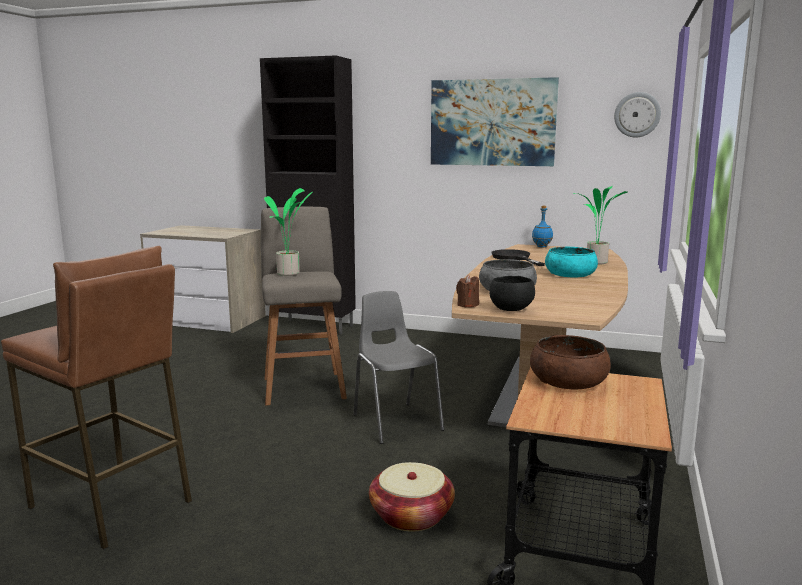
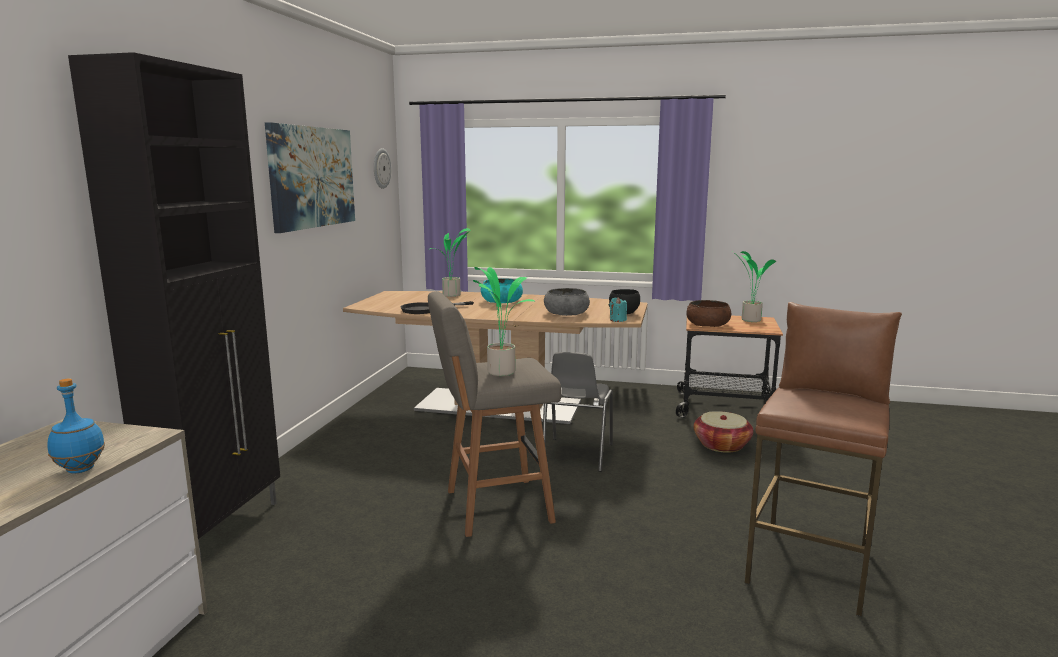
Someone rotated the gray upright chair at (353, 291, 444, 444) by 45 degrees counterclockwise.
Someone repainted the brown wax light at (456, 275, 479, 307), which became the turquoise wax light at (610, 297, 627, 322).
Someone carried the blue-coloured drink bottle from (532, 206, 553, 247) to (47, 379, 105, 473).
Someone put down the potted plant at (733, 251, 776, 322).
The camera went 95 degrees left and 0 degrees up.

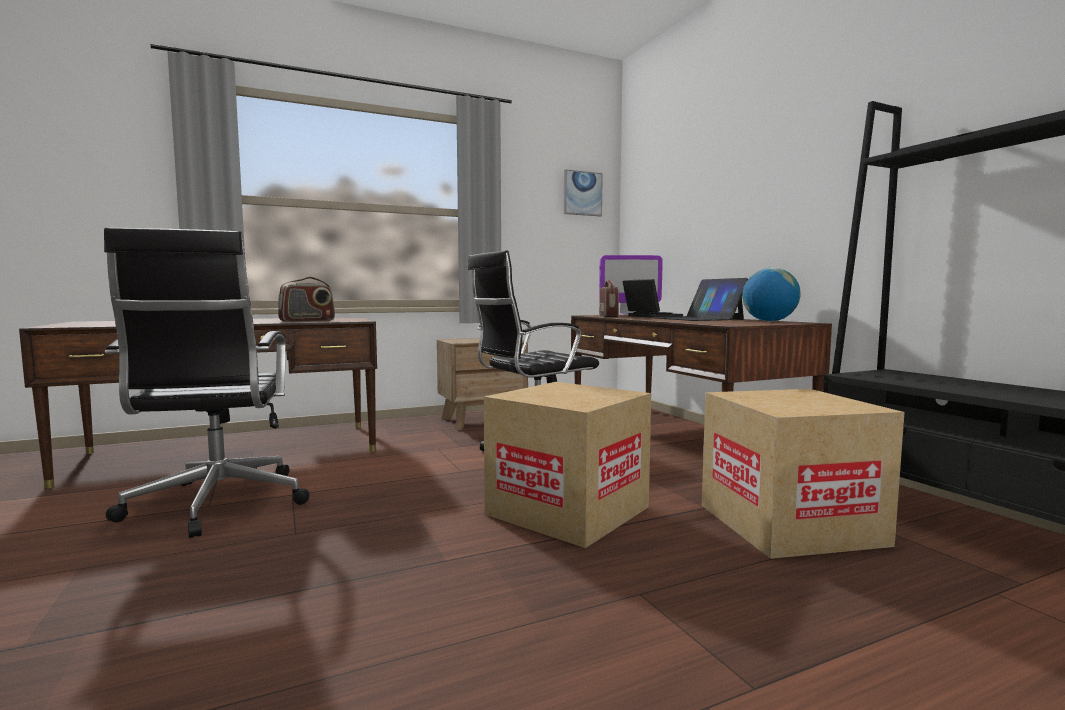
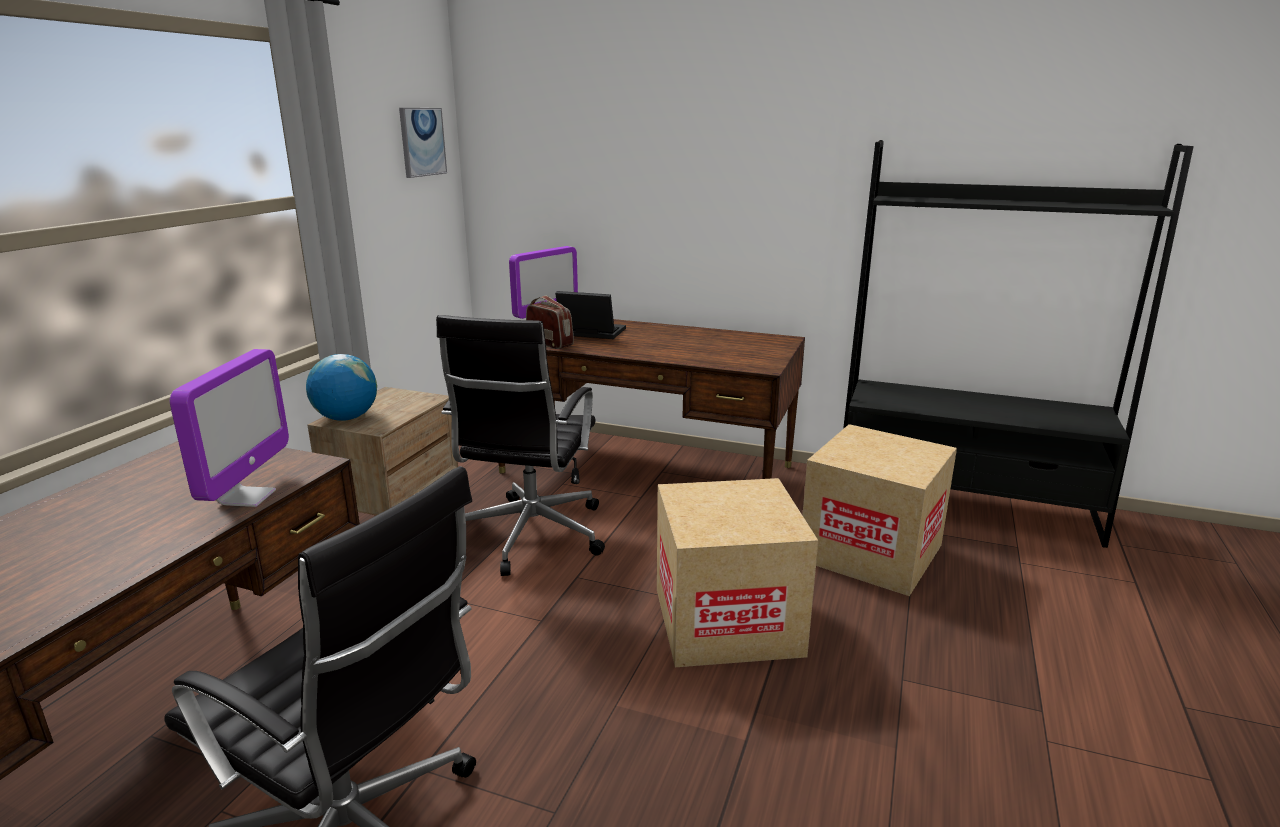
Someone swapped the radio at (278, 277, 335, 322) for the monitor at (170, 349, 289, 507).
Someone took away the notebook computer at (652, 278, 748, 321).
Someone carried the world globe from (742, 268, 801, 321) to (306, 354, 377, 421).
The camera went 45 degrees left and 15 degrees up.

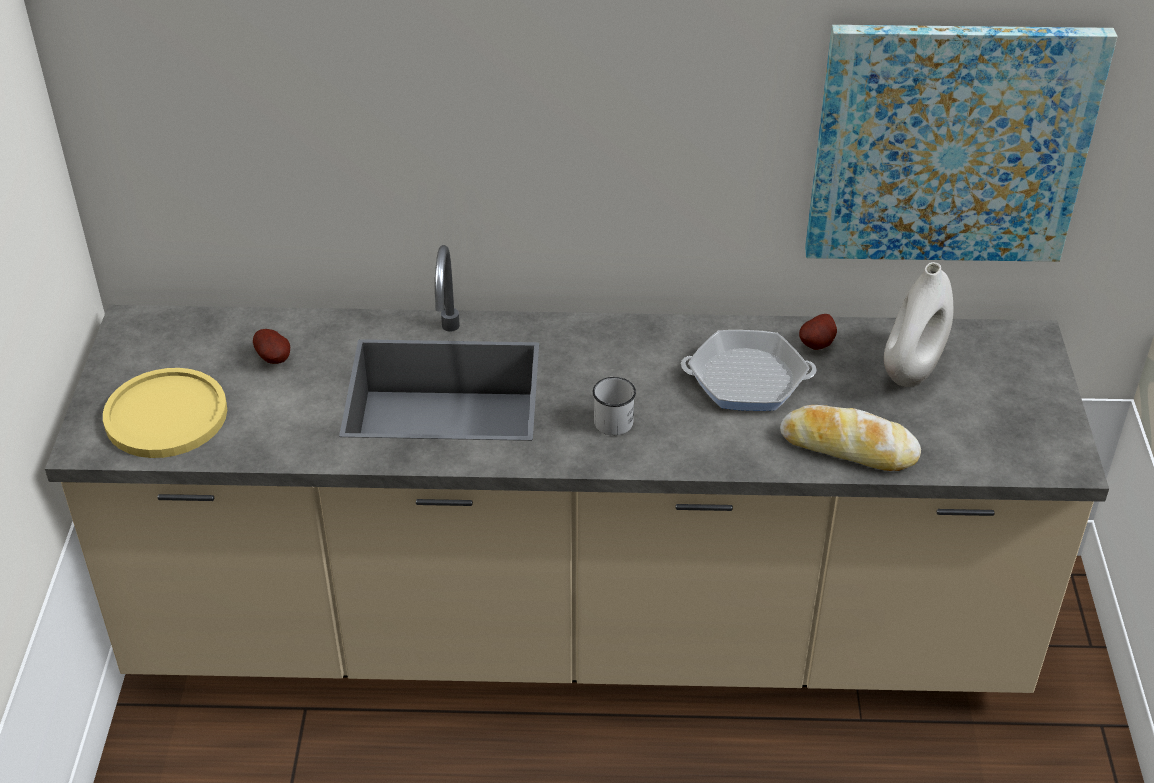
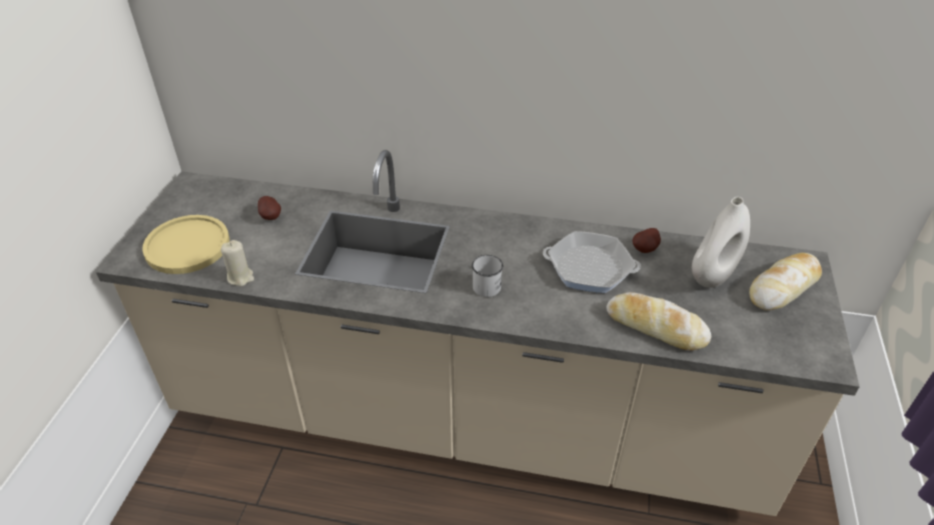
Someone took away the wall picture at (805, 25, 1118, 262).
Someone put down the beige-coloured wax light at (221, 240, 254, 286).
Someone put down the bakery bread at (749, 253, 822, 311).
The camera went 10 degrees right and 0 degrees up.

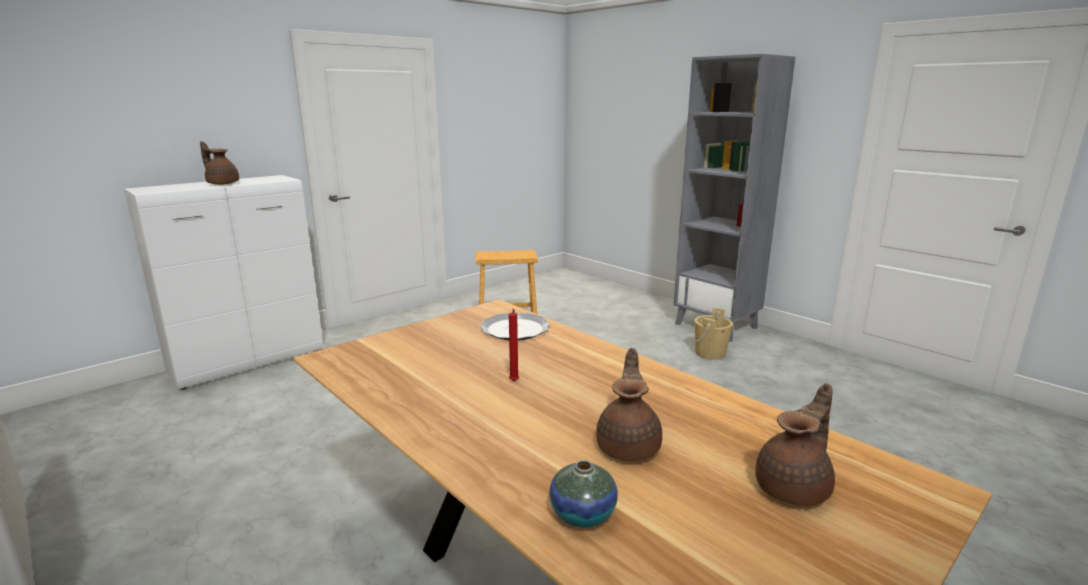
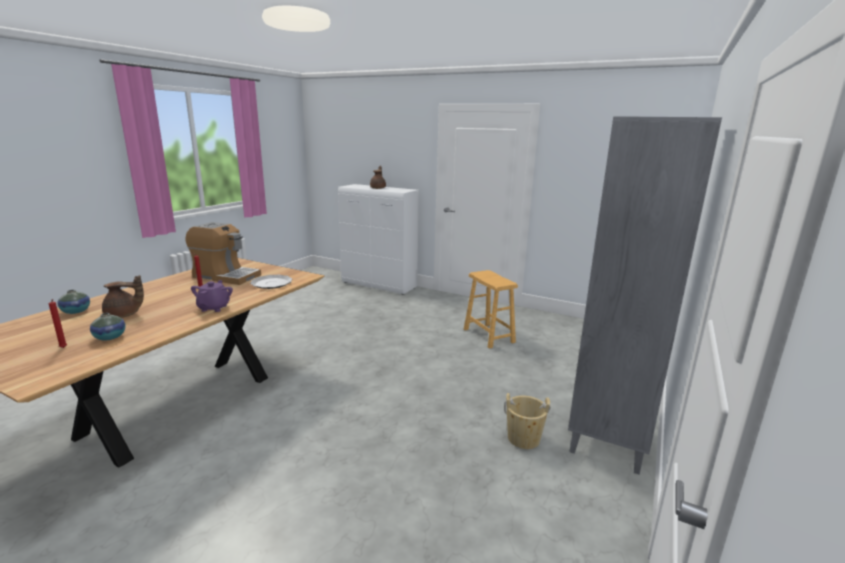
Someone swapped the brown teapot at (755, 383, 835, 506) for the red wax light at (49, 299, 67, 348).
Someone put down the vase at (90, 313, 125, 341).
Someone put down the coffee maker at (186, 222, 261, 285).
Someone put down the purple teapot at (191, 280, 233, 312).
The camera went 70 degrees right and 0 degrees up.

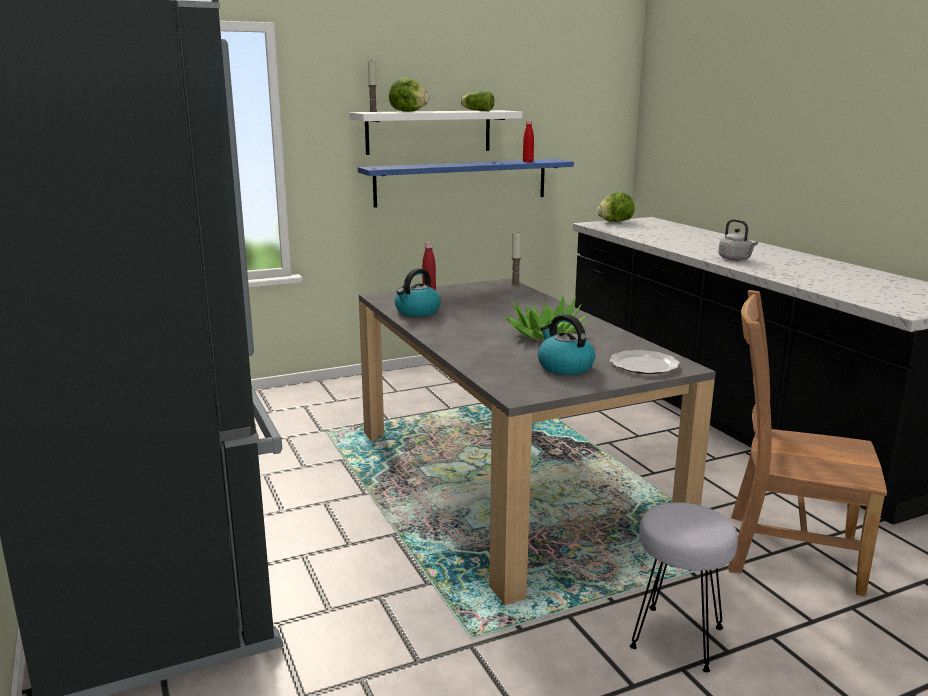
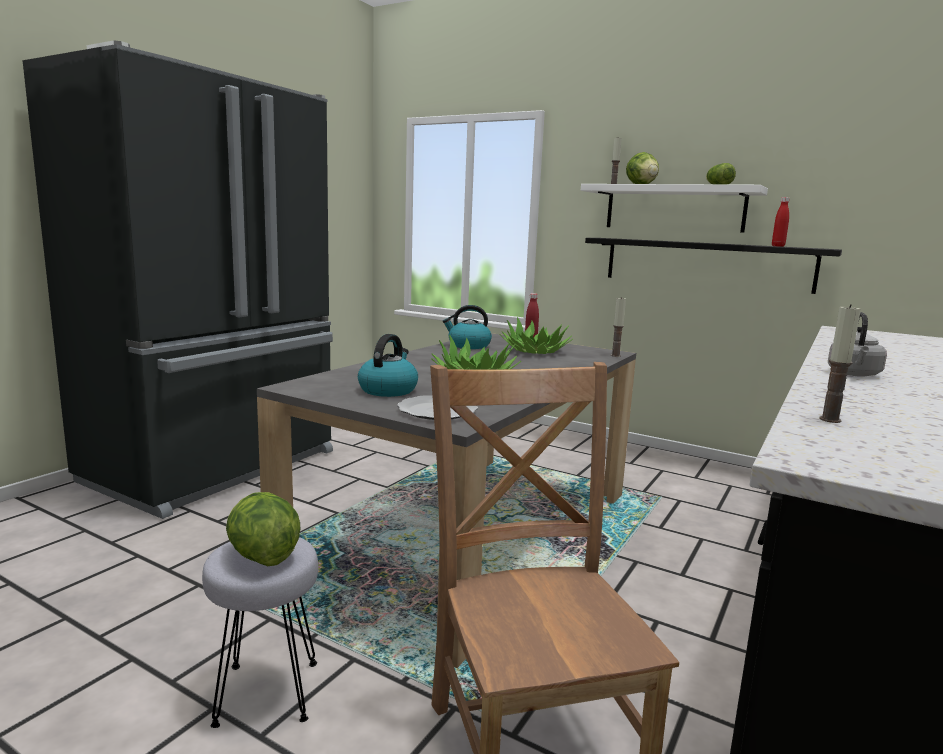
Someone repainted the blue-coloured shelf at (358, 159, 574, 208), which became the black shelf at (585, 238, 842, 294).
Someone carried the lettuce head from (597, 192, 635, 222) to (226, 492, 300, 566).
Someone put down the potted plant at (499, 317, 573, 354).
Someone put down the wax light at (819, 304, 861, 423).
The camera went 55 degrees right and 5 degrees down.

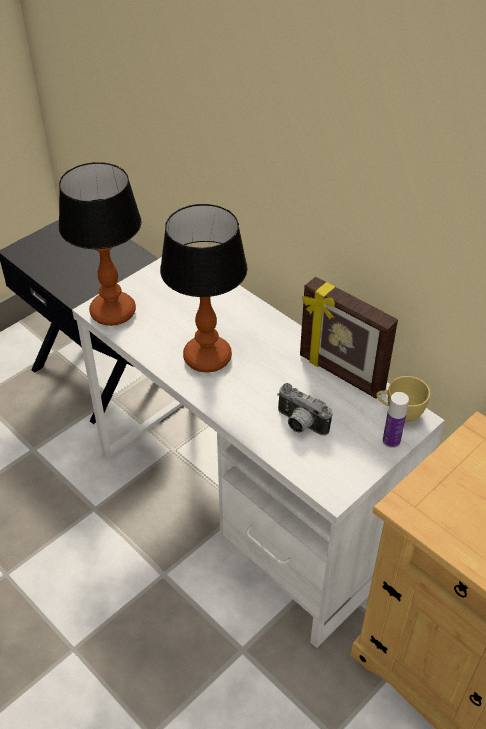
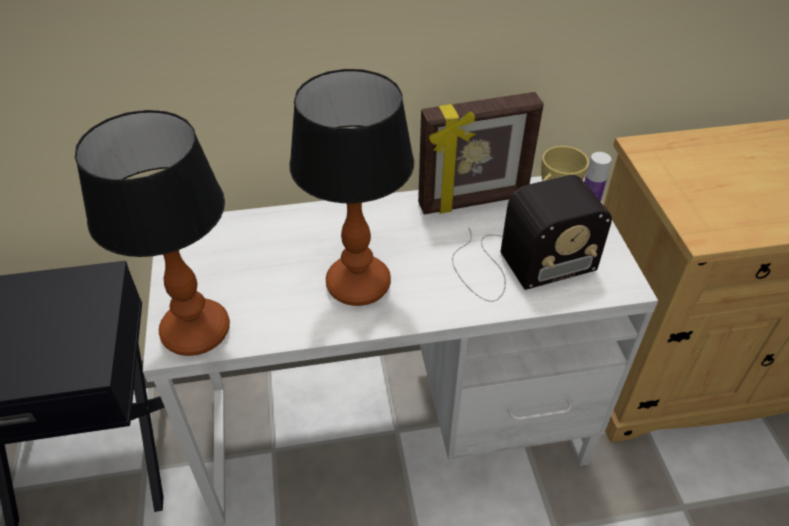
Someone swapped the still camera at (277, 383, 332, 436) for the radio at (452, 175, 612, 302).
The camera went 55 degrees left and 0 degrees up.

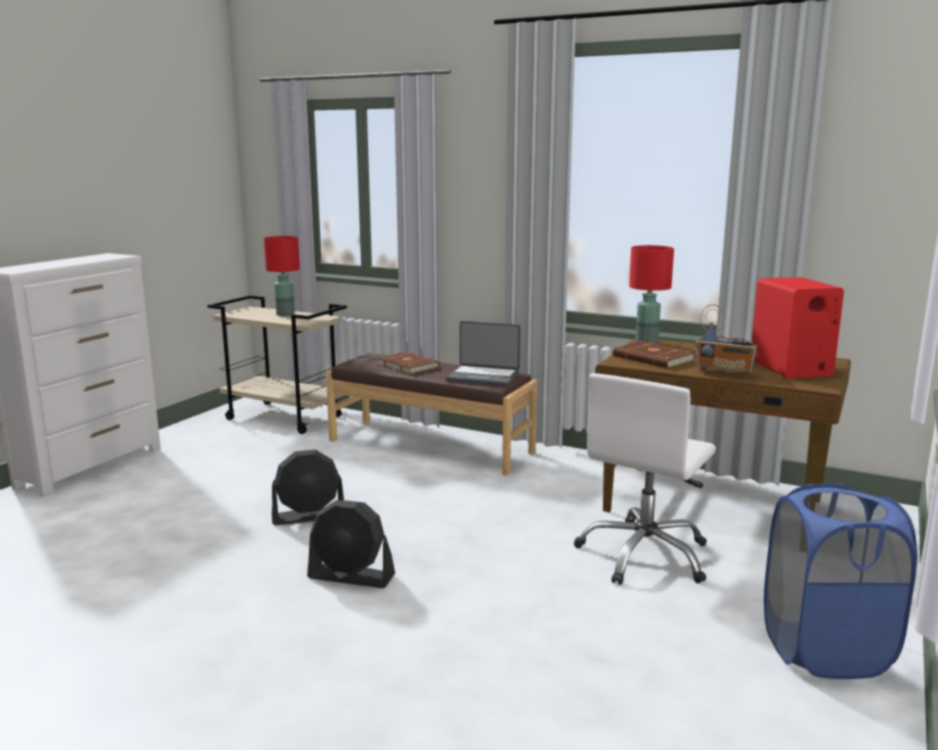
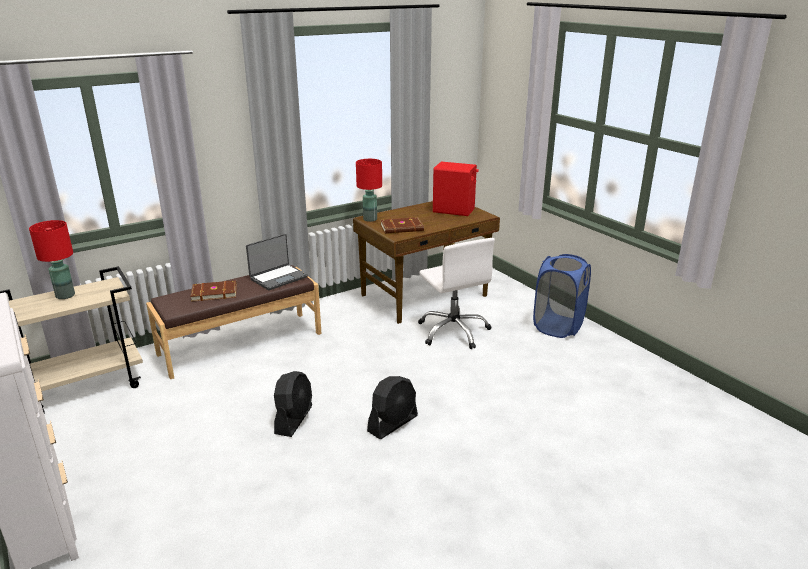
Someone took away the radio at (695, 304, 758, 375).
The camera went 60 degrees left and 10 degrees up.

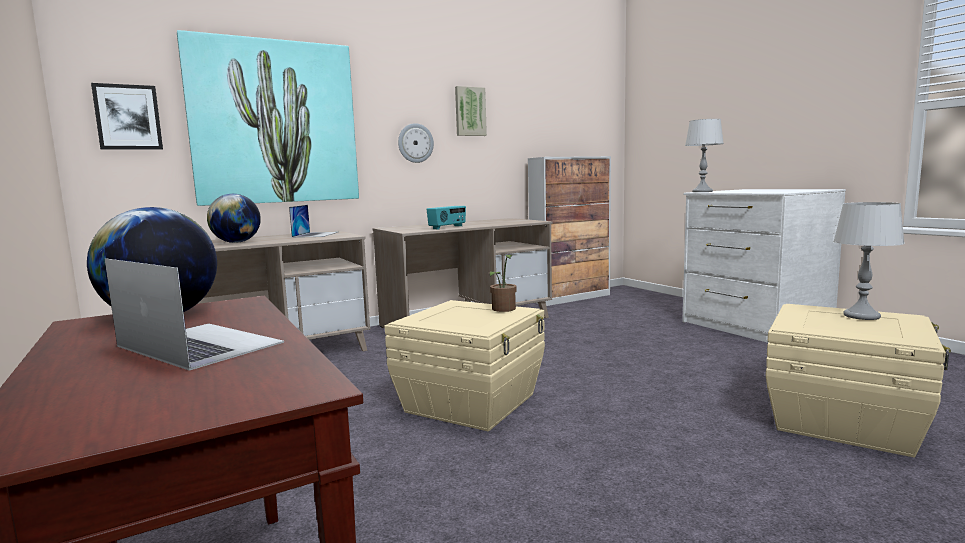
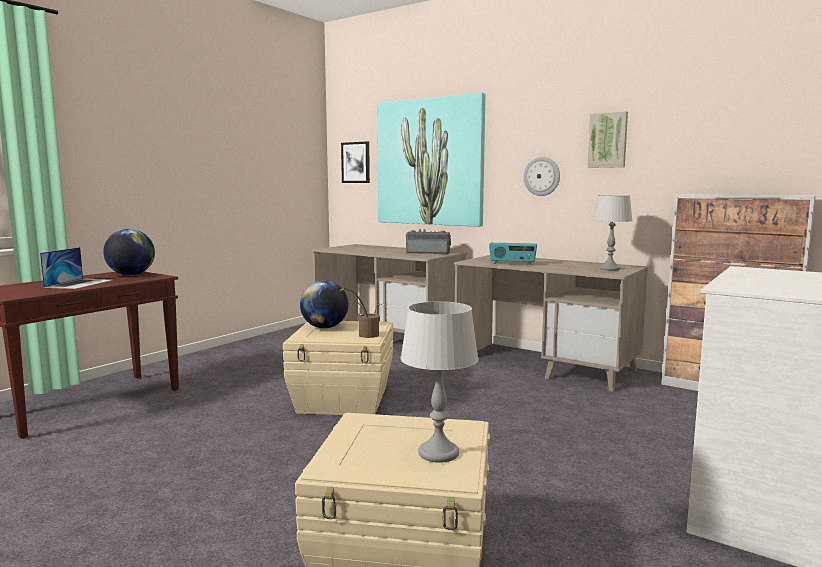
Someone carried the world globe from (207, 194, 261, 243) to (300, 280, 348, 328).
Someone swapped the notebook computer at (289, 205, 338, 238) for the radio at (406, 229, 451, 254).
Someone carried the gray tabletop lamp from (685, 119, 724, 192) to (593, 195, 632, 270).
The camera went 65 degrees right and 0 degrees up.

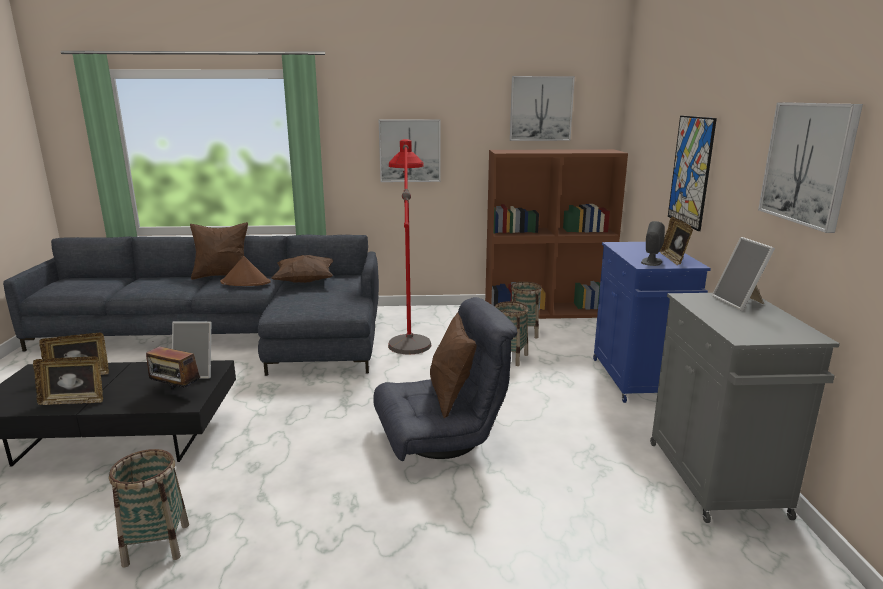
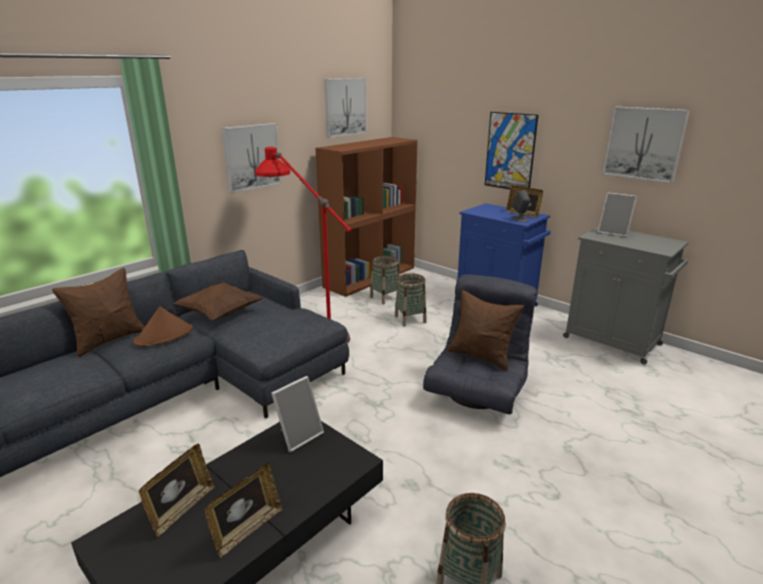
Someone took away the radio at (146, 341, 200, 389).
The camera went 45 degrees left and 5 degrees up.

